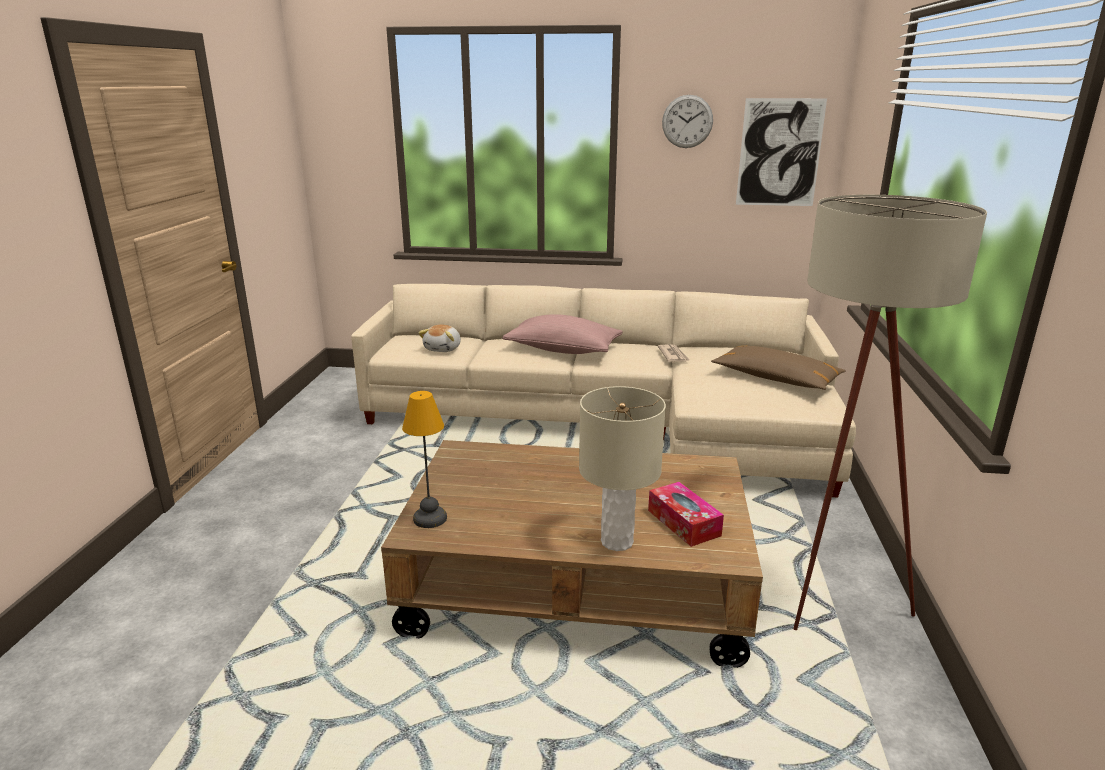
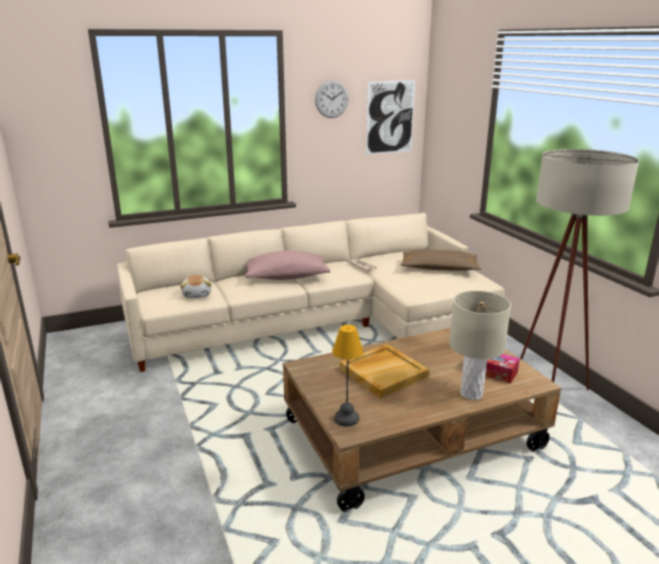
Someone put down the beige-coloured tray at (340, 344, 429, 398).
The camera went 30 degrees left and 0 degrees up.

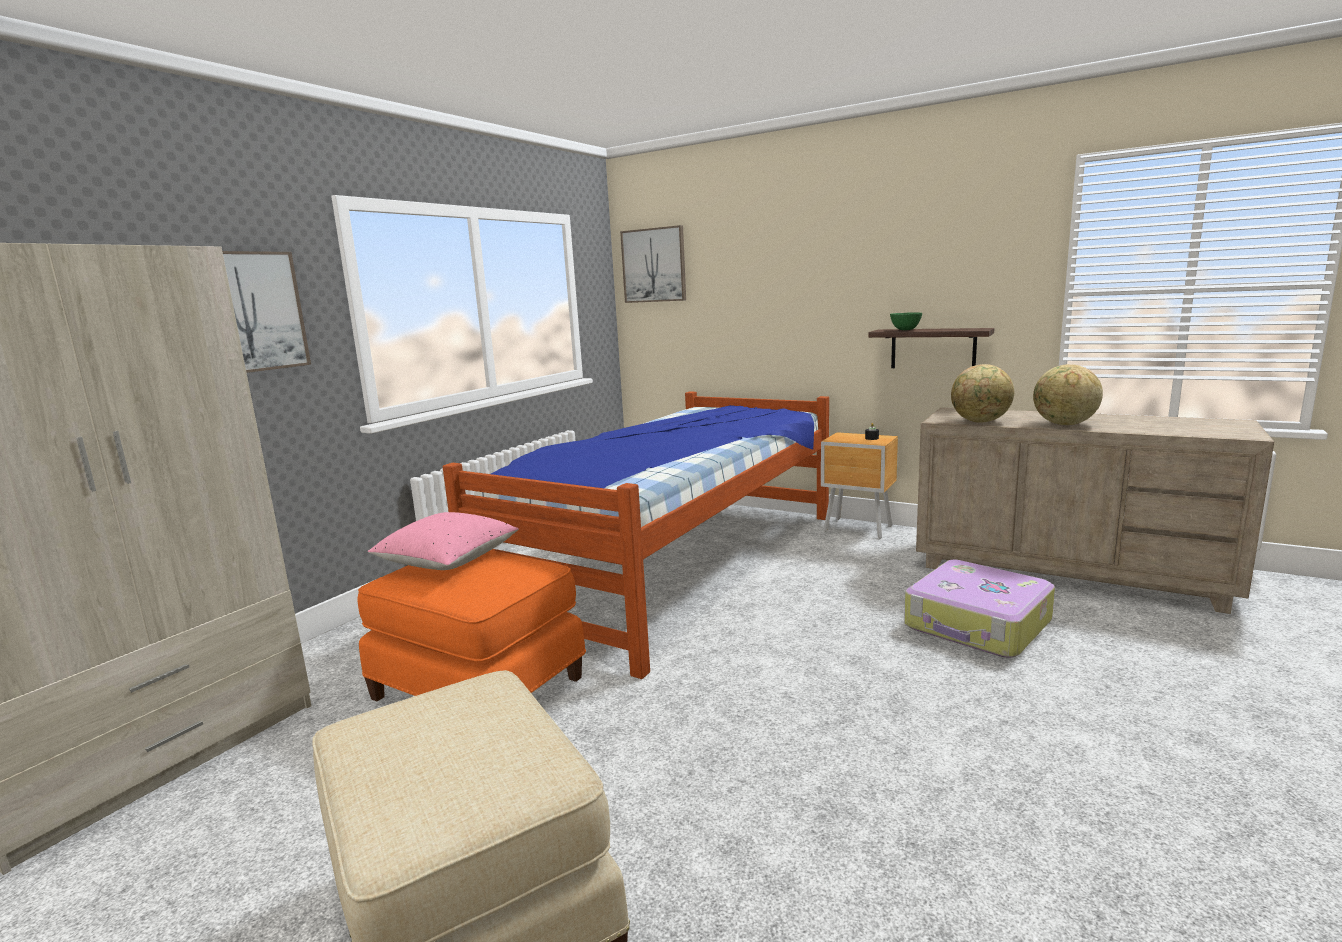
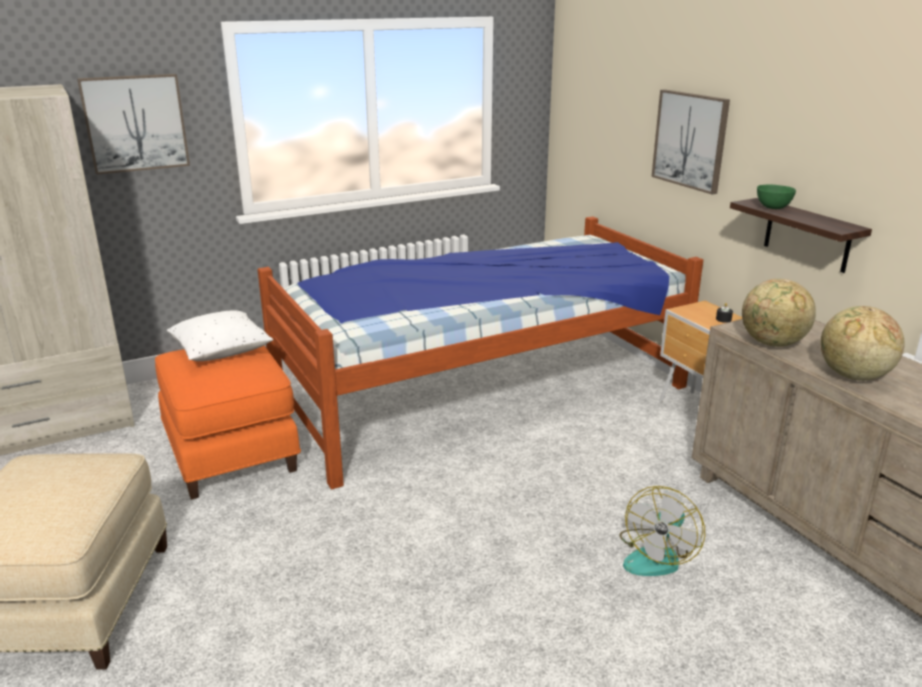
Someone repainted the pink cushion at (368, 512, 519, 570), which became the white cushion at (167, 310, 273, 361).
Someone carried the wall picture from (620, 225, 686, 303) to (652, 89, 730, 194).
Someone swapped the suitcase at (904, 560, 1055, 658) for the electric fan at (620, 486, 705, 576).
The camera went 30 degrees right and 10 degrees up.

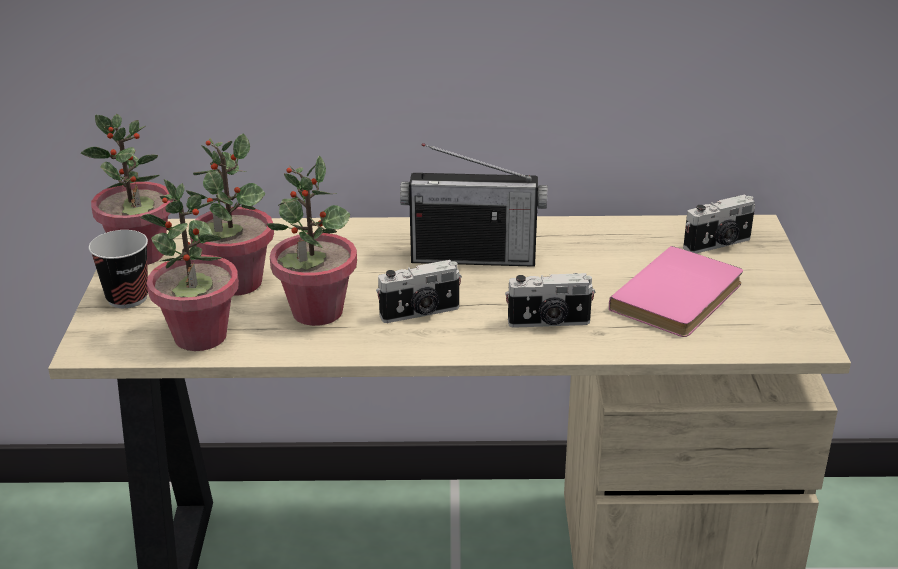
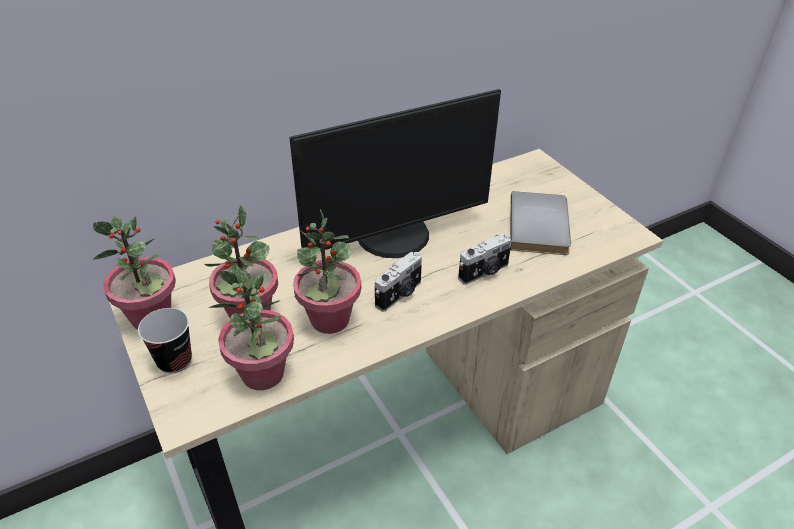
Someone swapped the radio at (400, 143, 547, 267) for the monitor at (289, 89, 501, 258).
Someone repainted the pink book at (609, 246, 743, 337), which became the gray book at (510, 191, 571, 255).
Someone took away the still camera at (683, 194, 755, 254).
The camera went 30 degrees left and 10 degrees up.

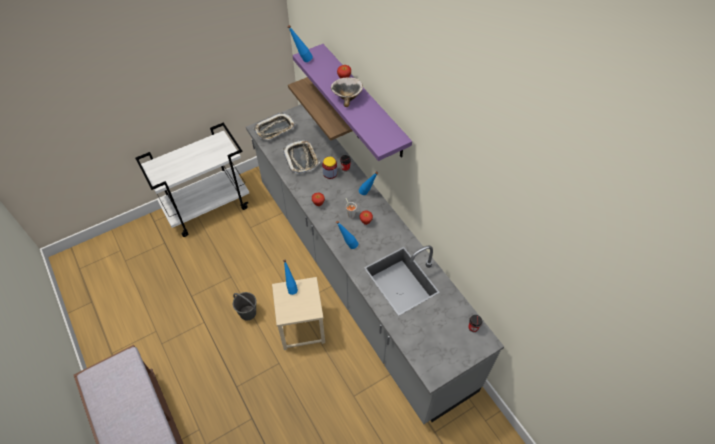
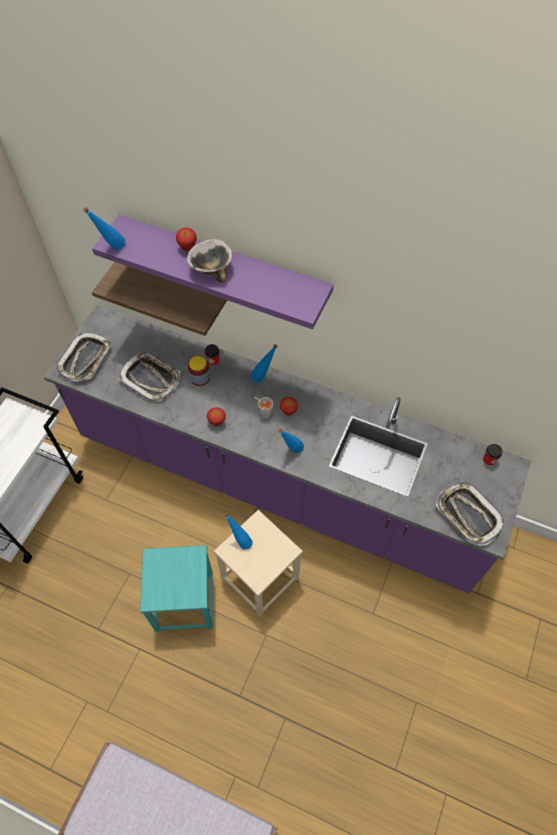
Someone swapped the gray pail at (233, 292, 257, 321) for the turquoise sitting stool at (140, 545, 213, 632).
Someone repainted the gray counter at (246, 104, 504, 424), which became the purple counter at (44, 305, 531, 594).
Someone put down the tray at (436, 481, 505, 546).
The camera went 35 degrees left and 5 degrees up.

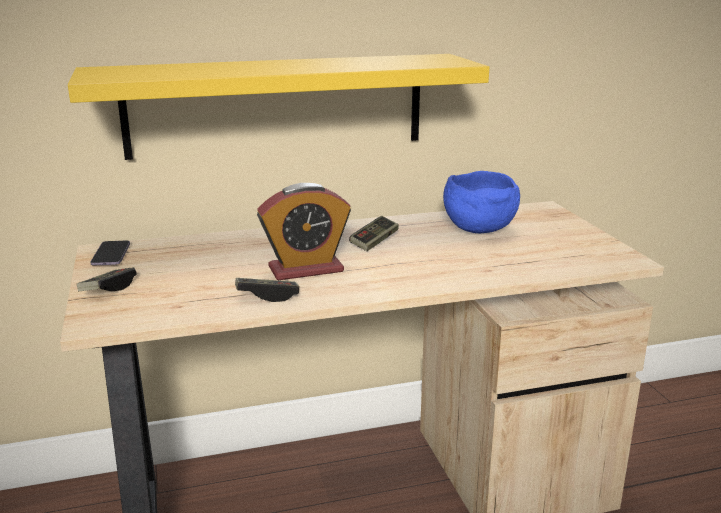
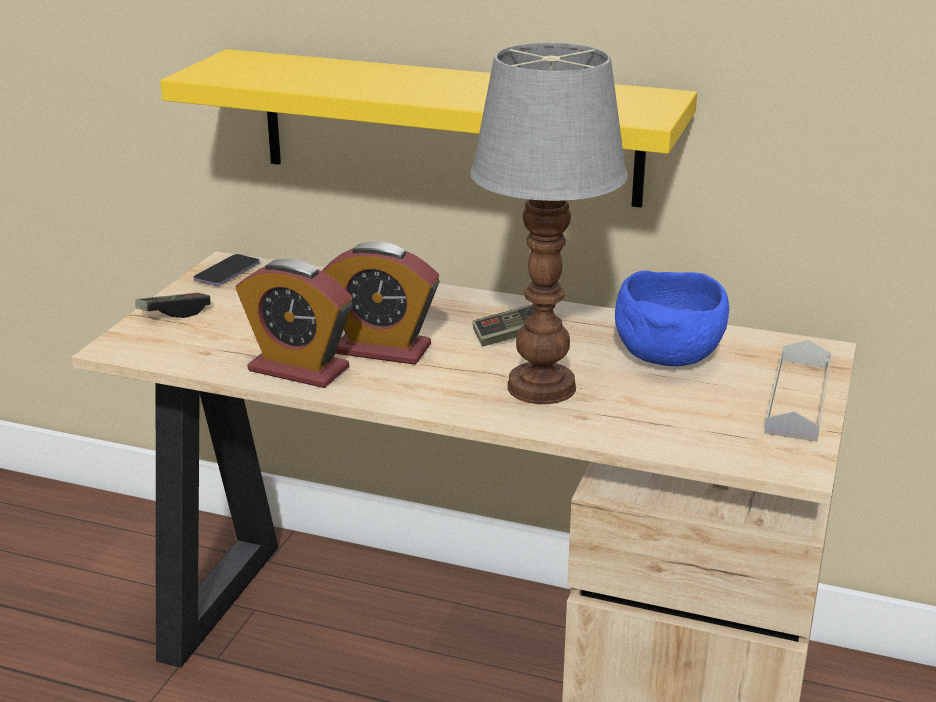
Someone swapped the joypad at (235, 278, 299, 302) for the alarm clock at (236, 259, 352, 388).
Someone put down the tabletop lamp at (470, 43, 628, 404).
Someone put down the gray tray at (764, 340, 831, 442).
The camera went 35 degrees right and 5 degrees up.

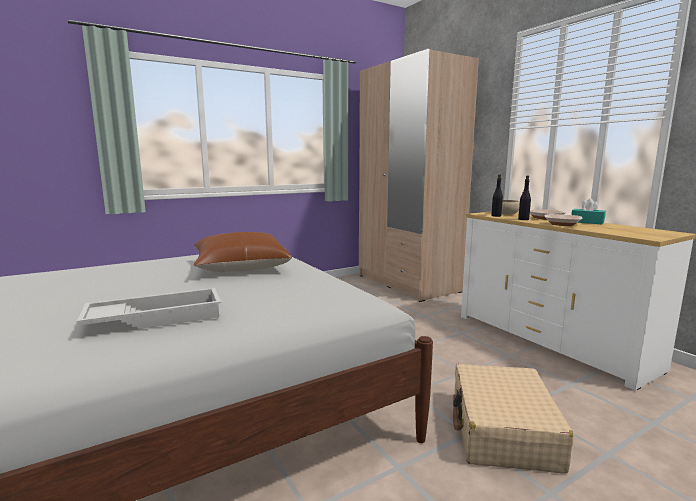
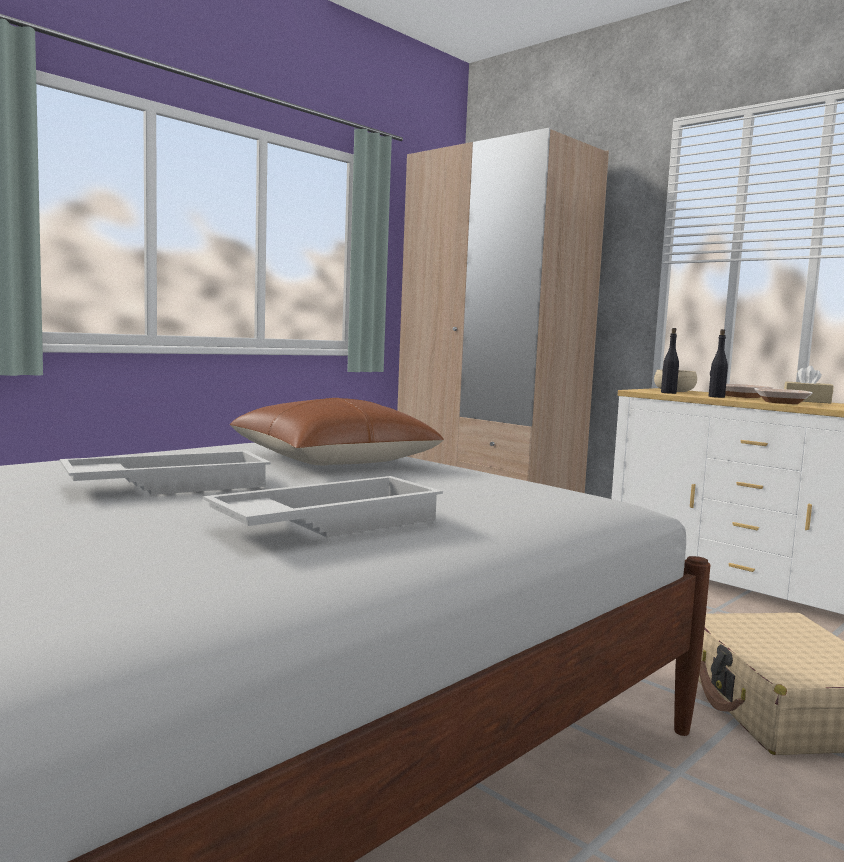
Someone repainted the turquoise tissue holder at (571, 198, 606, 224), which became the beige-coloured tissue holder at (784, 366, 834, 404).
Someone put down the white tray at (60, 451, 271, 495).
The camera went 15 degrees left and 5 degrees down.

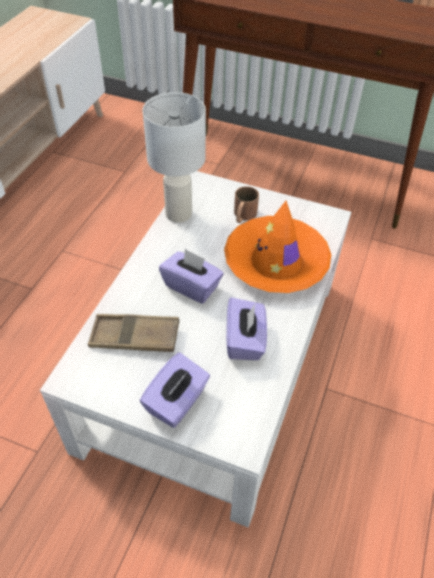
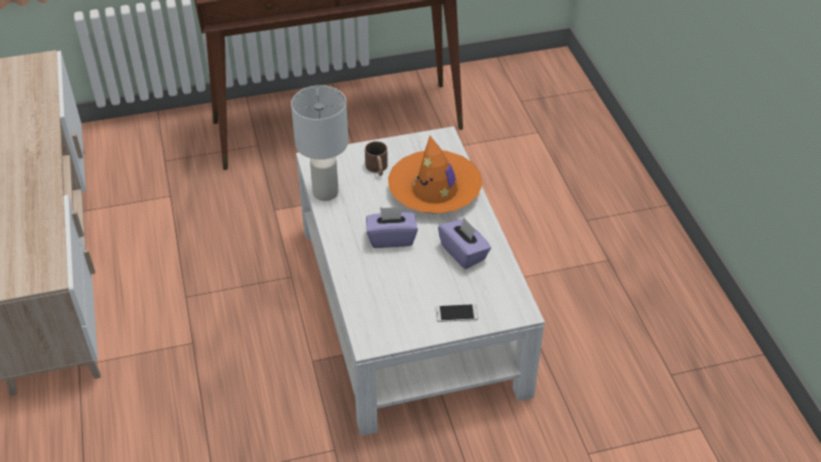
Someone took away the brown tray at (88, 314, 179, 352).
Someone swapped the purple tissue holder at (140, 352, 210, 428) for the phone at (436, 304, 478, 322).
The camera went 35 degrees left and 5 degrees down.

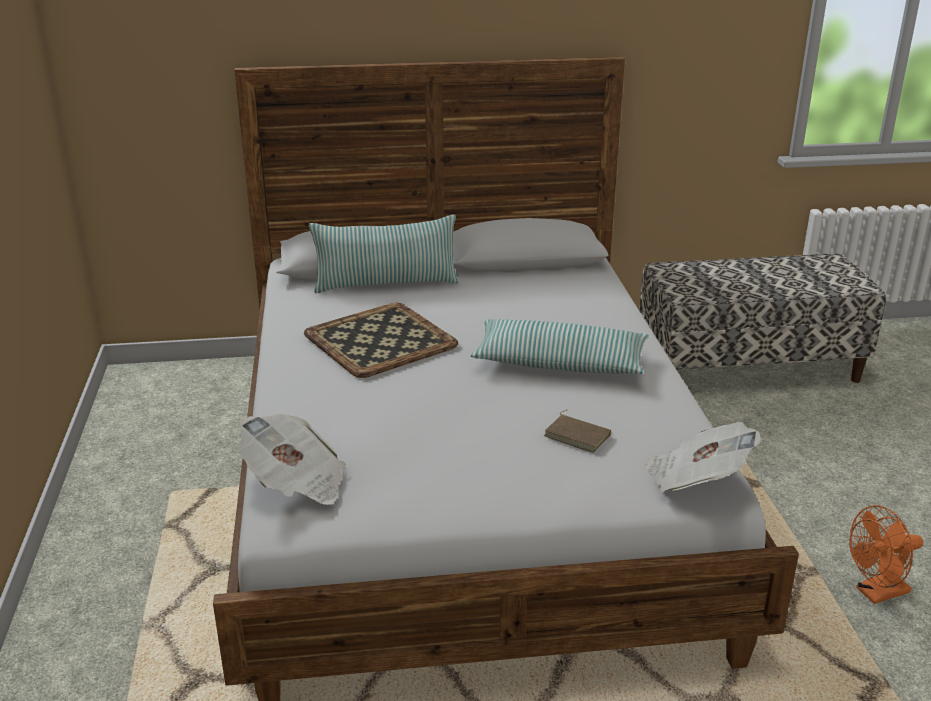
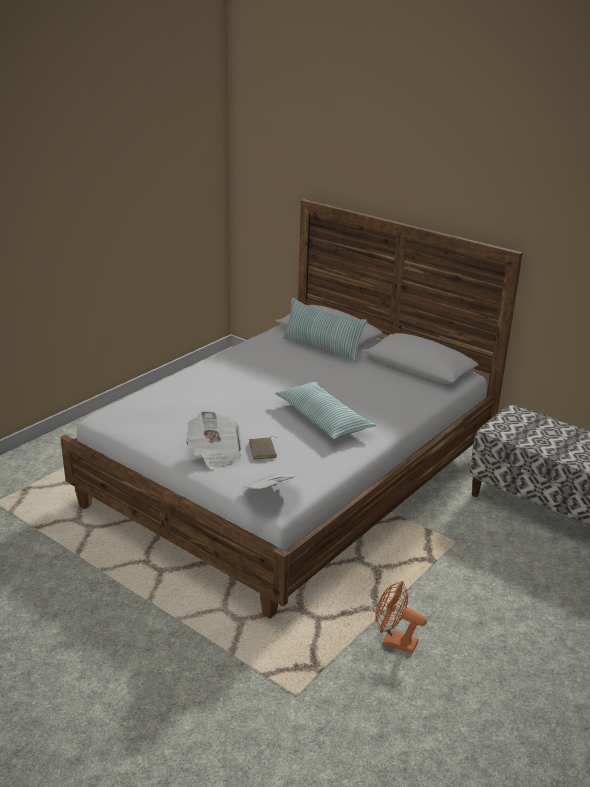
Someone carried the daily paper from (237, 414, 346, 505) to (186, 410, 242, 470).
Someone took away the tray at (304, 303, 458, 378).
The camera went 45 degrees right and 0 degrees up.

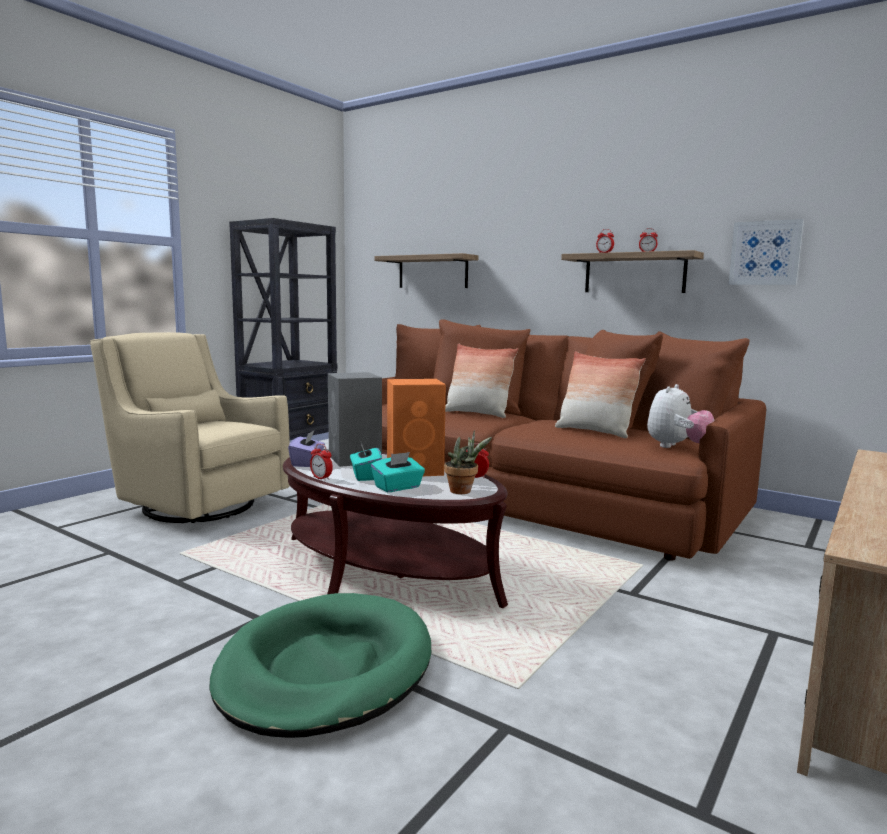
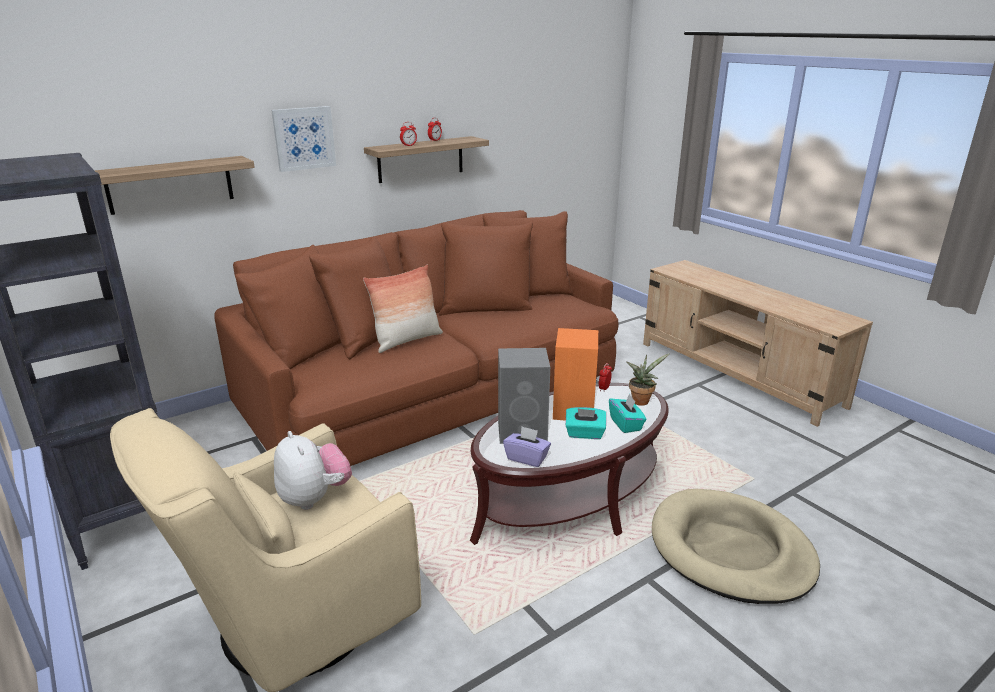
Someone repainted the greenish pet bed at (209, 593, 431, 738), which became the beige-coloured pet bed at (652, 489, 820, 604).
Someone took away the alarm clock at (310, 444, 333, 480).
Someone took away the cushion at (555, 351, 646, 438).
Someone carried the plush toy from (647, 384, 715, 448) to (274, 431, 352, 510).
Someone carried the wall picture from (728, 219, 804, 285) to (271, 106, 336, 172).
The camera went 70 degrees left and 15 degrees up.

